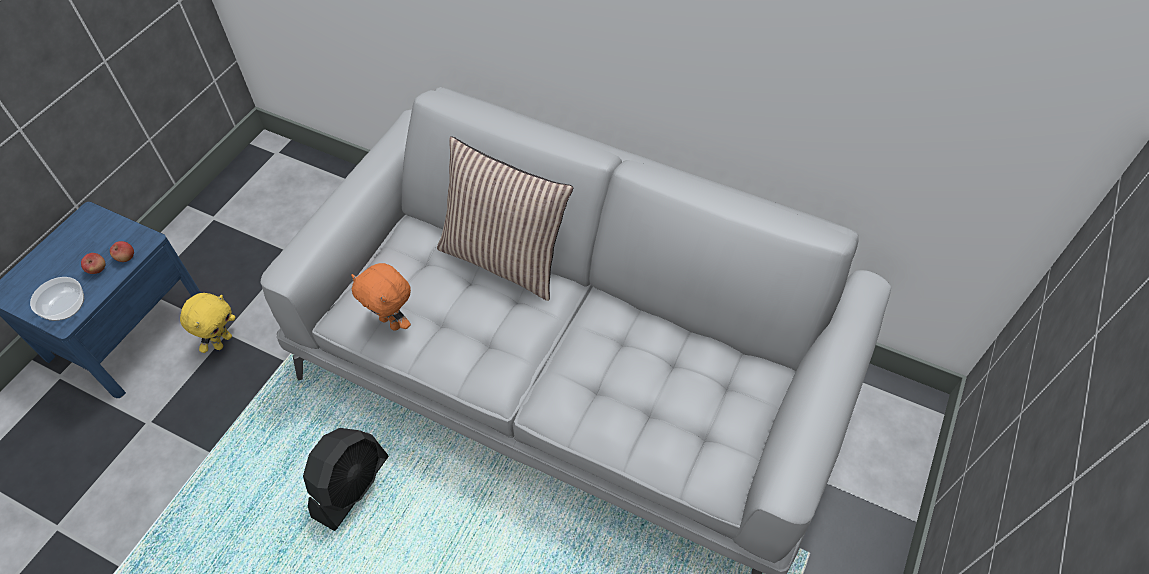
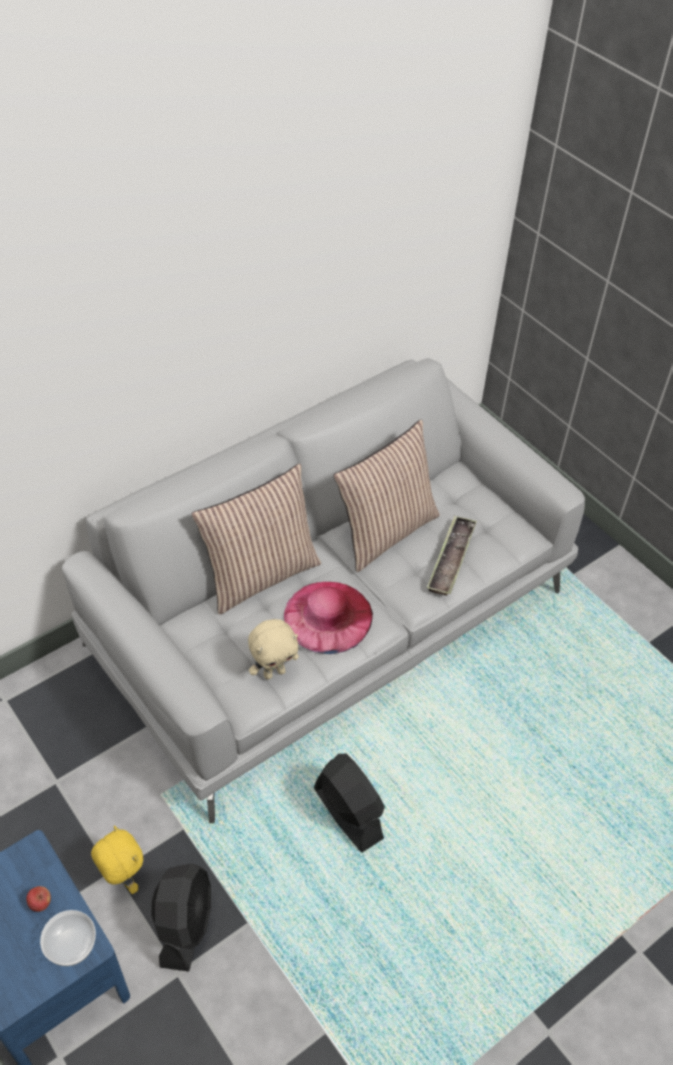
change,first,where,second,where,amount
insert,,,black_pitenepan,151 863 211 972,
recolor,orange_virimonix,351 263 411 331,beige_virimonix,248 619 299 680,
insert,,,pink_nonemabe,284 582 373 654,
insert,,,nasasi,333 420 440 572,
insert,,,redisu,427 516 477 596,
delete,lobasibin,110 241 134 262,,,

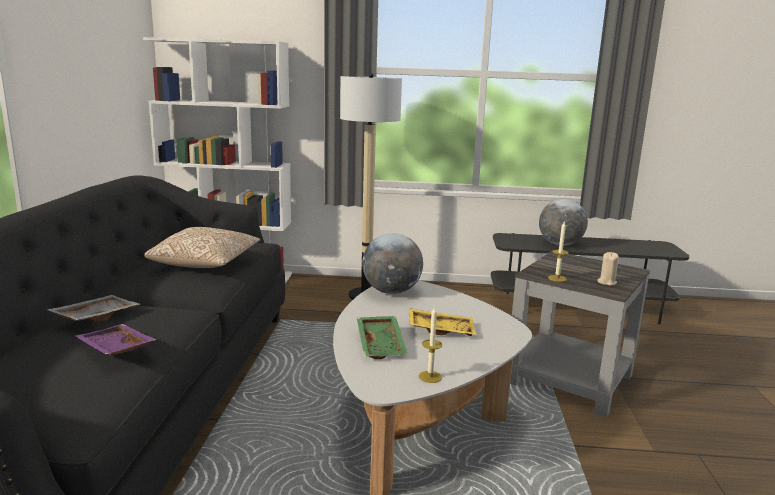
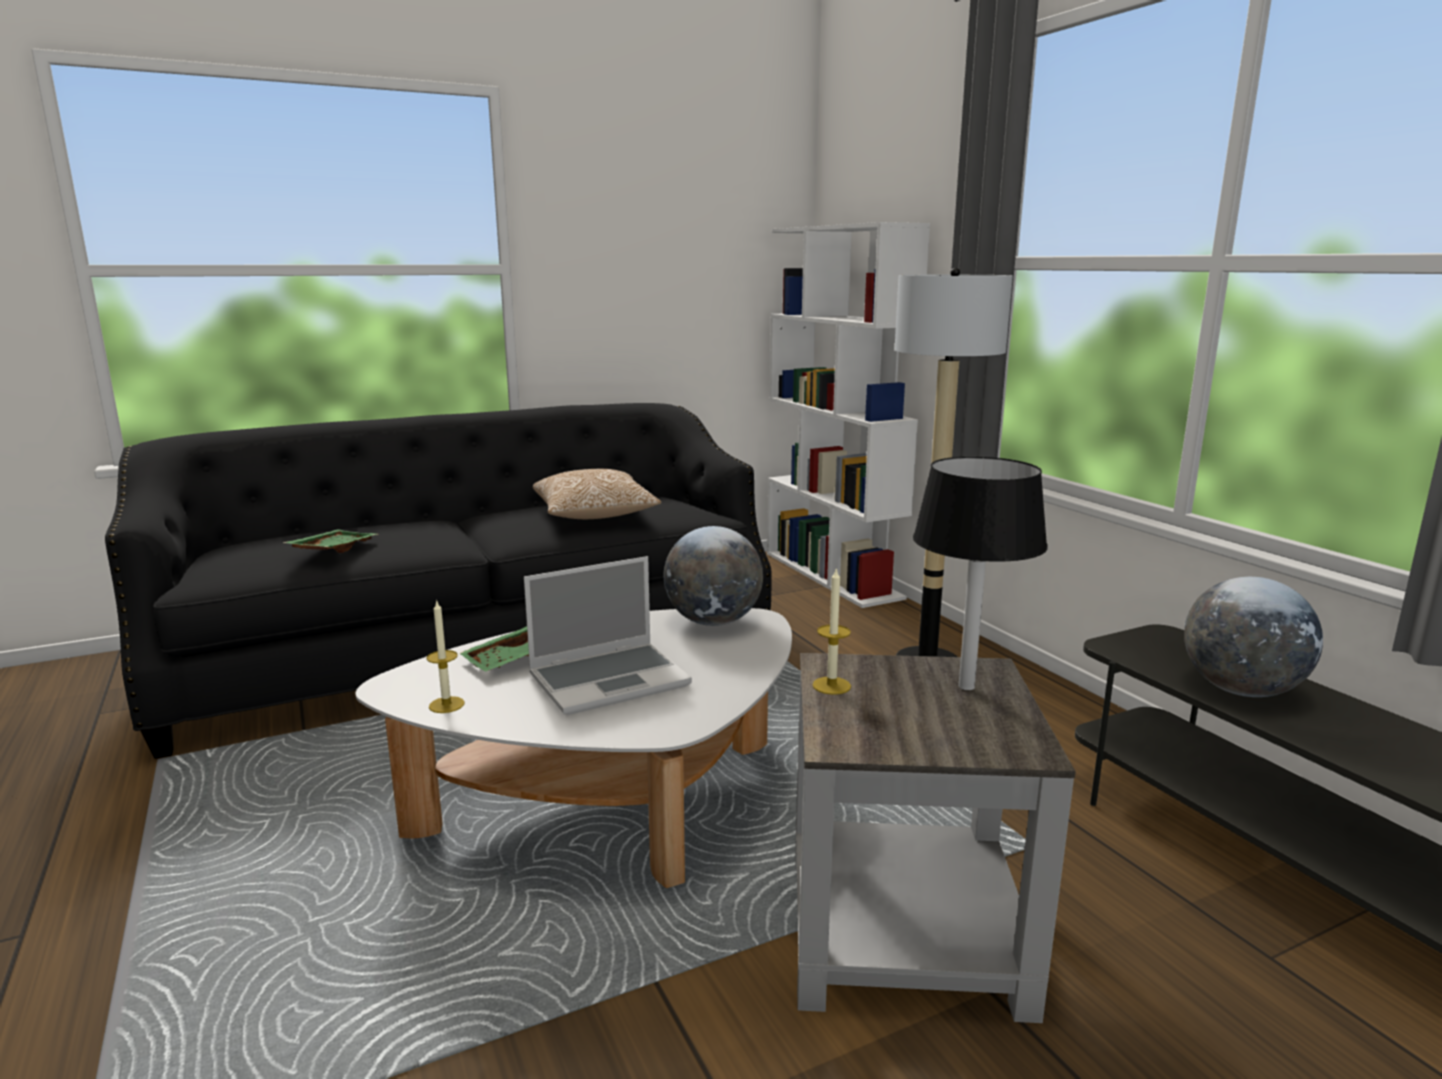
change,first,where,second,where,amount
recolor,purple_redisu,75 324 157 356,green_redisu,283 529 377 553,
replace,yellow_redisu,409 308 477 336,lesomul,524 556 692 715,
insert,,,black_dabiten,913 457 1048 690,
delete,grey_redisu,47 295 140 322,,,
delete,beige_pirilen,597 252 619 286,,,

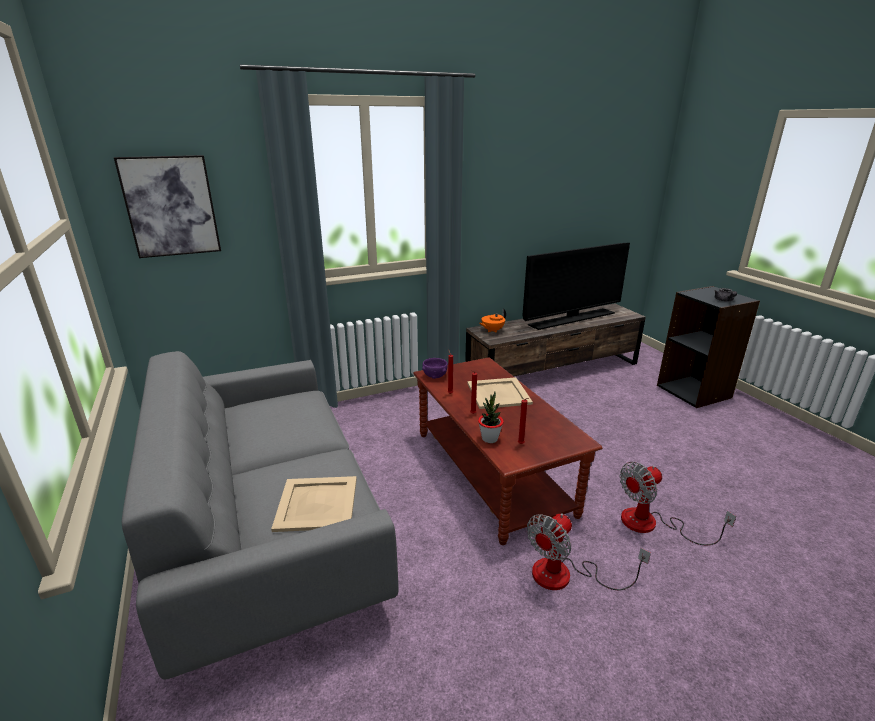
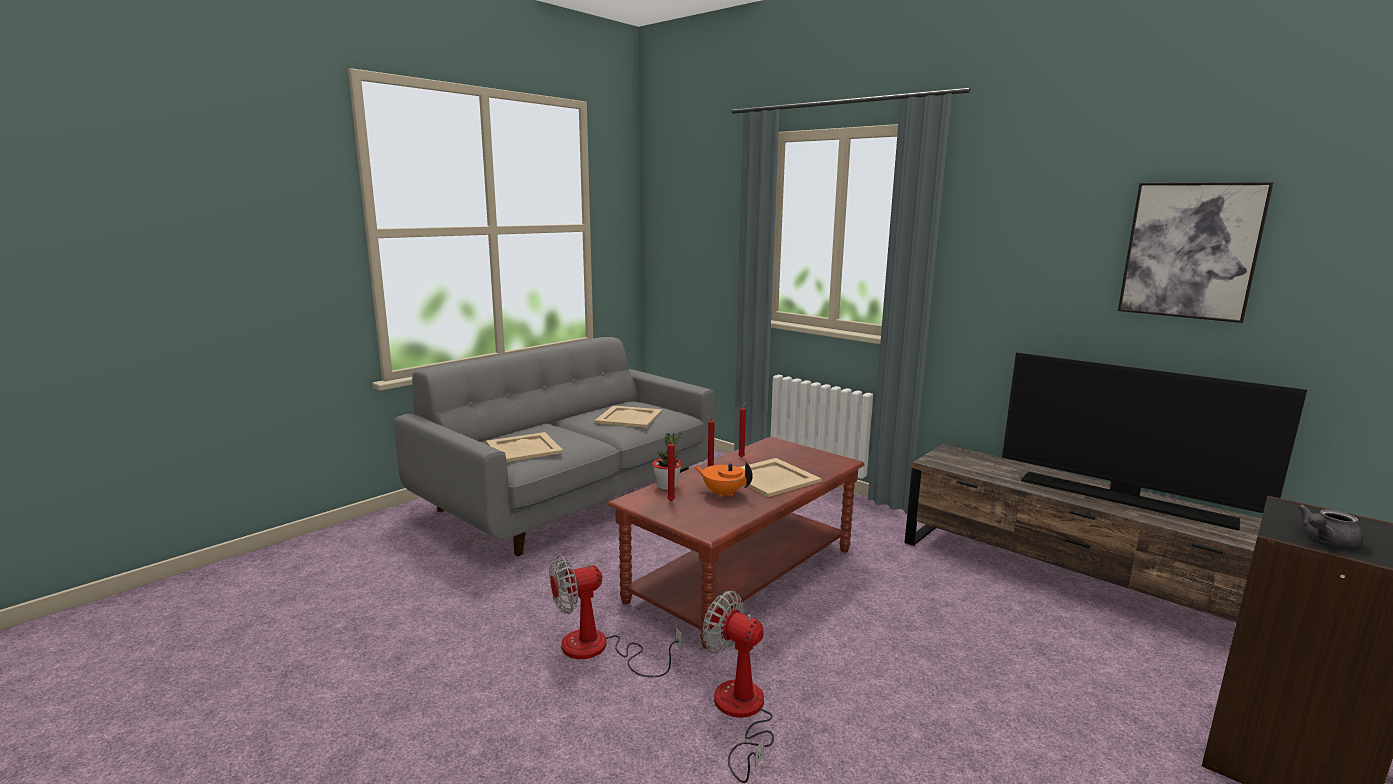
change,first,where,second,where,amount
rotate,pitenepan,527 513 651 590,,549 556 682 677,45 degrees counterclockwise
insert,,,beige_redisu,594 406 662 428,
move,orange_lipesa,479 309 506 333,,694 462 753 498,
move,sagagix,114 155 221 258,,1118 182 1274 323,
delete,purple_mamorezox,422 358 448 379,,,

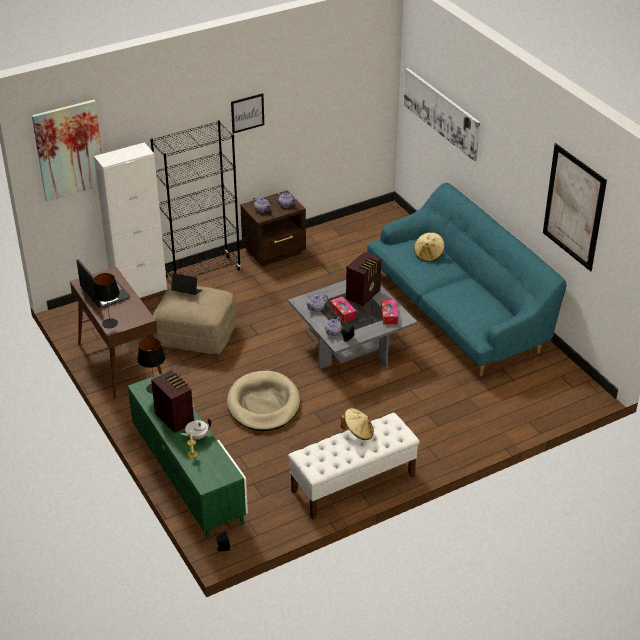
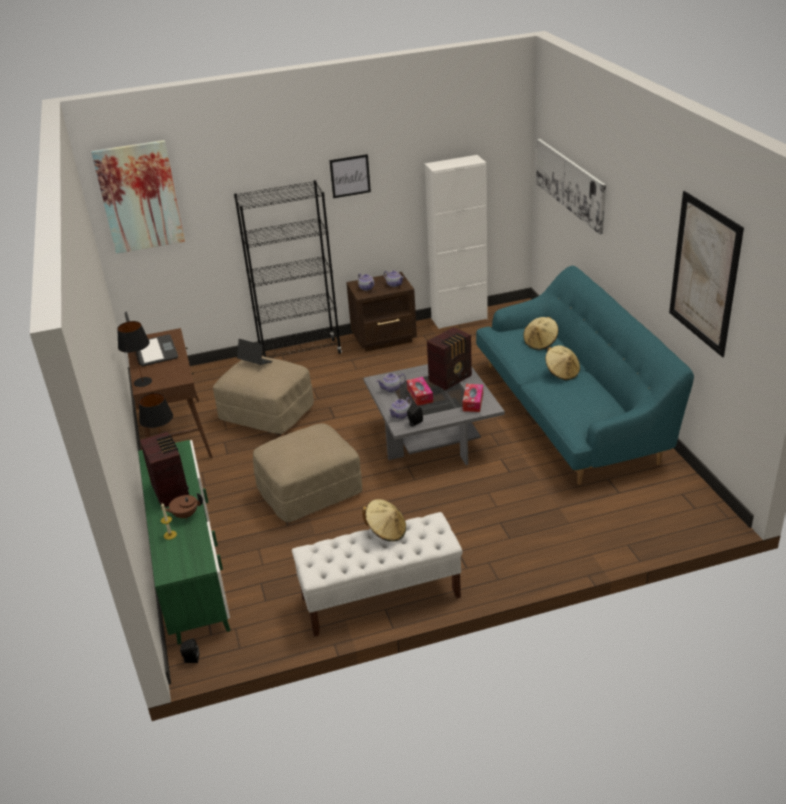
change,first,where,second,where,amount
recolor,white_lipesa,180 418 211 440,brown_lipesa,161 492 203 519,
replace,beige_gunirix,227 371 300 431,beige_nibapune,253 423 363 522,
move,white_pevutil,94 142 167 298,,425 155 488 329,
insert,,,beige_nonemabe,545 345 580 380,

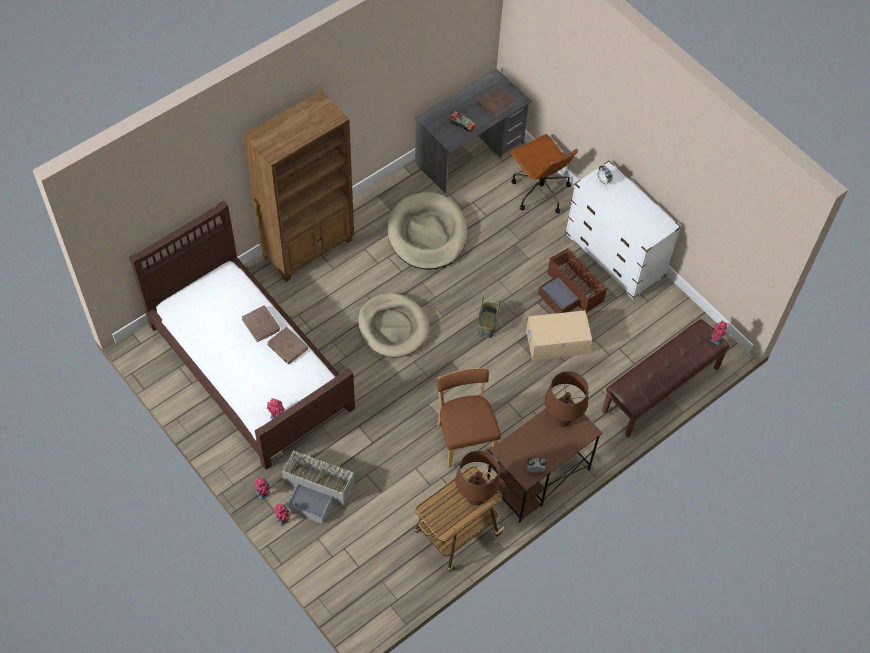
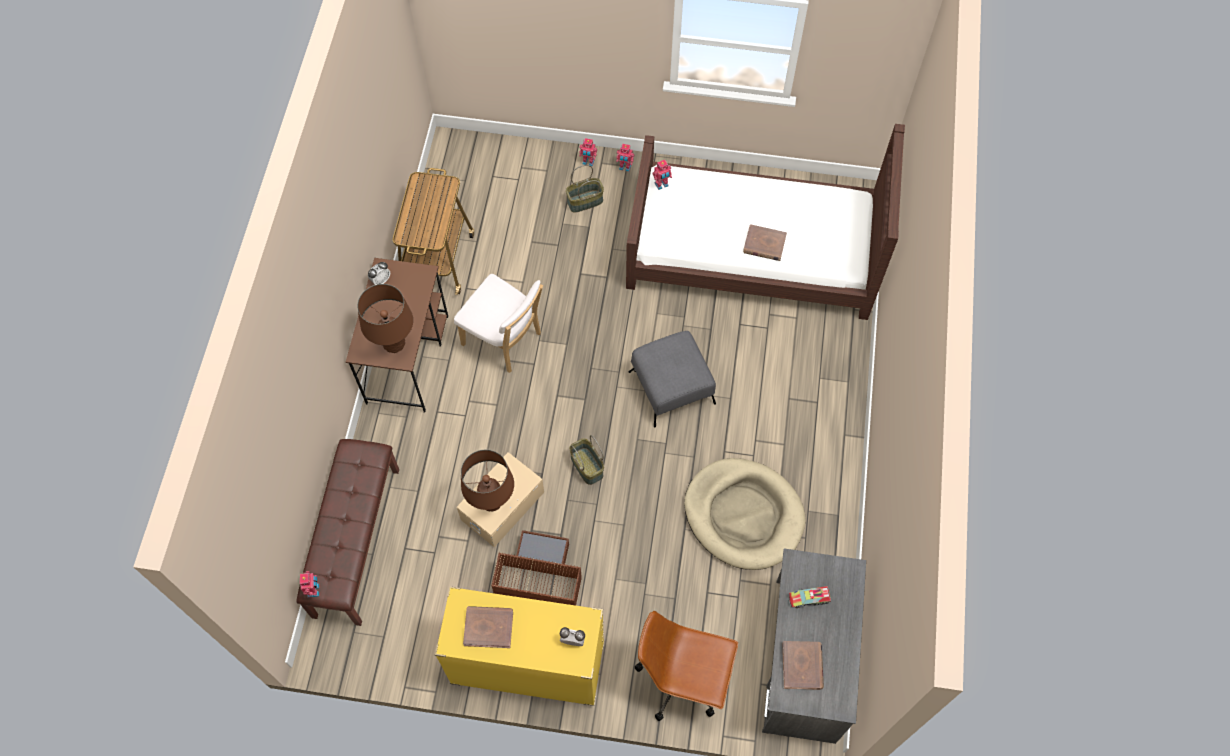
change,first,where,second,where,amount
recolor,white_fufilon,566 161 681 299,yellow_fufilon,435 586 604 706,
recolor,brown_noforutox,437 367 501 468,white_noforutox,454 274 543 373,
move,brown_dabiten,455 450 500 505,,461 450 514 511,
move,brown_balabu,267 327 308 364,,463 606 513 648,
replace,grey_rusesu,282 450 354 524,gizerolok,566 165 604 212,
replace,beige_gunirix,358 293 429 357,grey_nibapune,628 331 716 427,
delete,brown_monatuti,243 90 354 282,,,

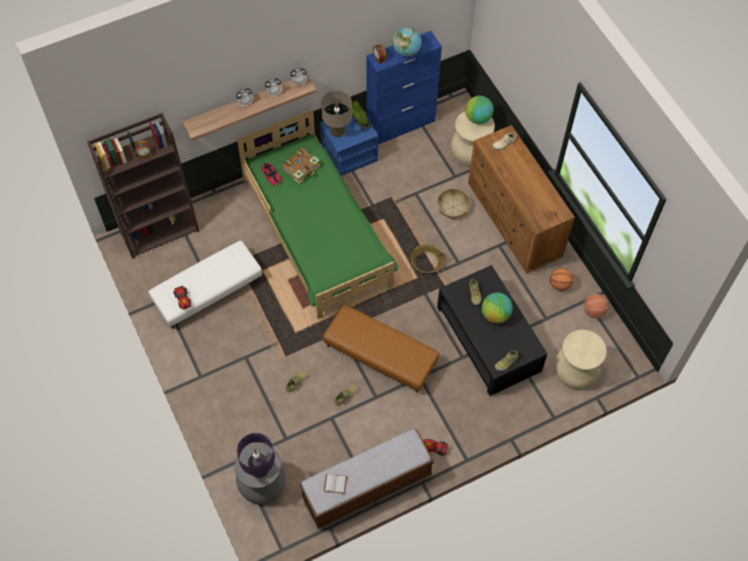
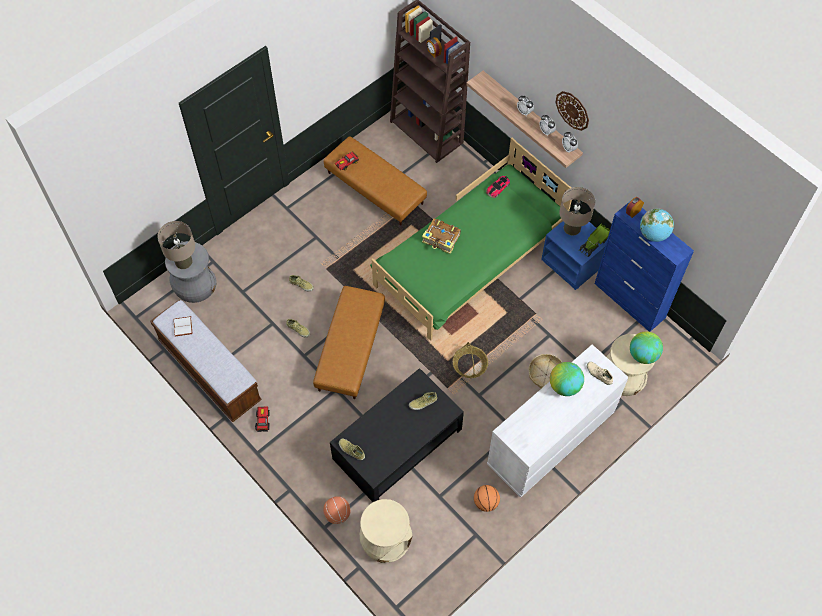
change,first,where,second,where,amount
recolor,purple_dabiten,237 433 275 478,beige_dabiten,157 221 195 269,
move,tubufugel,584 294 608 318,,323 496 350 524,
recolor,white_nibapune,148 240 262 329,brown_nibapune,324 136 427 226,
move,balabu,282 148 320 184,,422 219 461 254,
recolor,brown_fufilon,468 125 575 274,white_fufilon,487 344 628 498,
move,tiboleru,482 293 513 323,,550 362 584 396,
insert,,,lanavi,555 91 589 131,

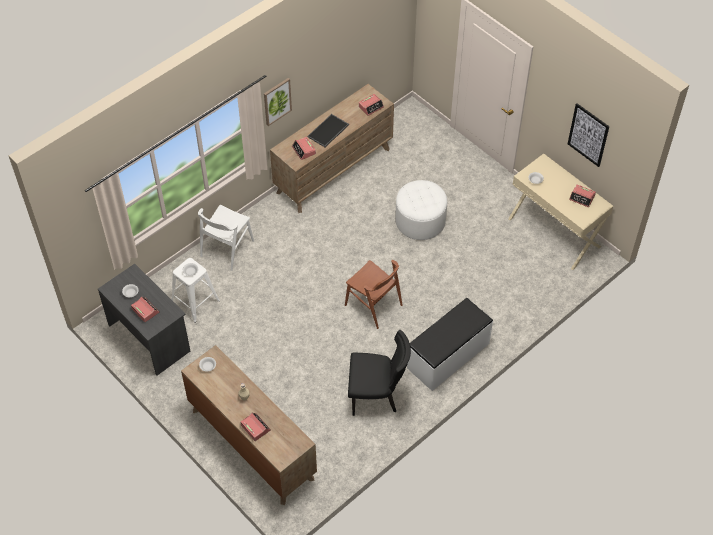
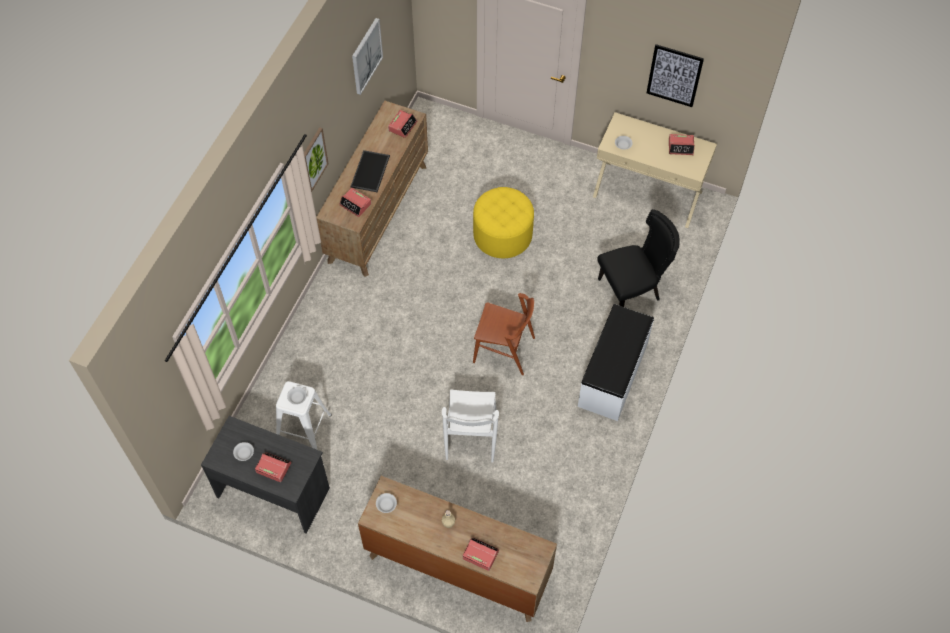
change,first,where,second,where,amount
insert,,,sagagix,352 18 383 95,
move,white_noforutox,198 205 254 271,,442 389 499 463,
recolor,white_nibapune,395 180 447 240,yellow_nibapune,473 187 534 258,
move,black_noforutox,348 330 411 416,,597 209 680 307,

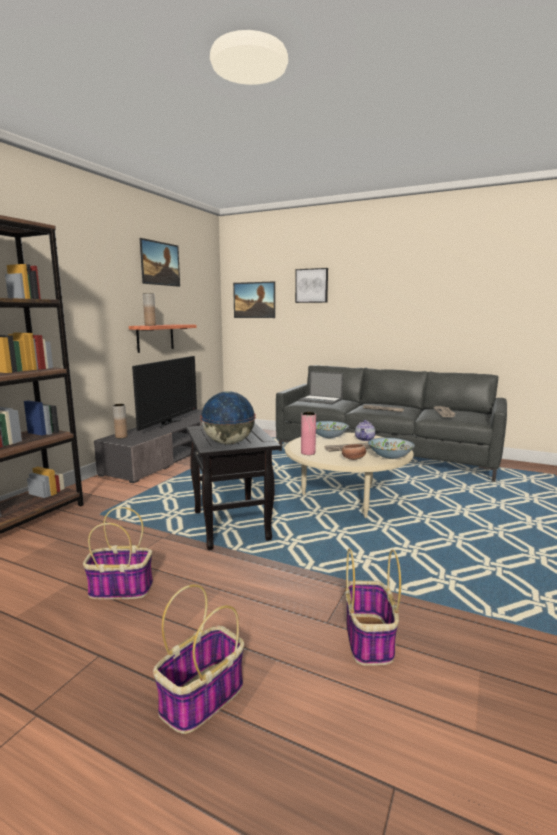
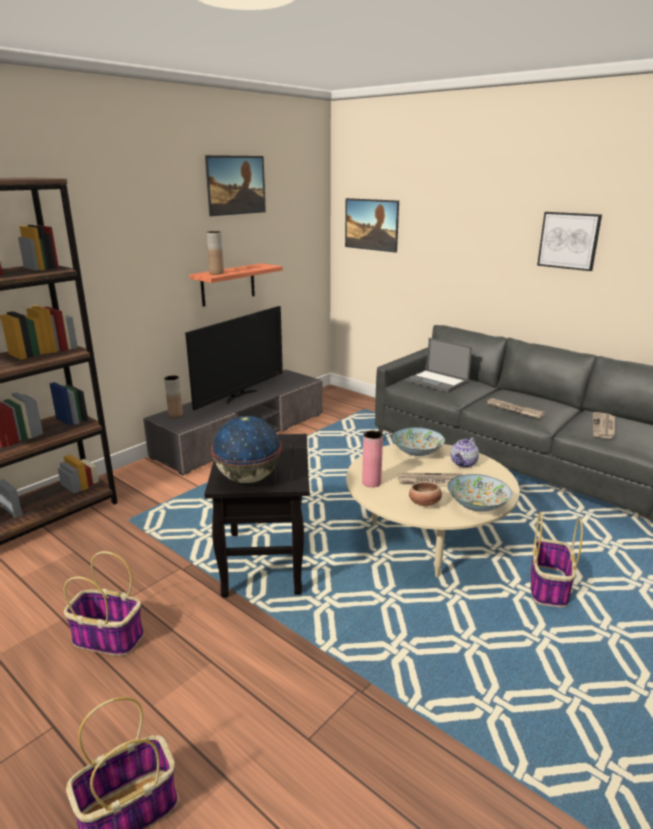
change,first,where,second,where,amount
move,gizerolok,345 548 401 666,,531 512 583 607,
move,sagagix,295 268 328 303,,537 212 602 271,

